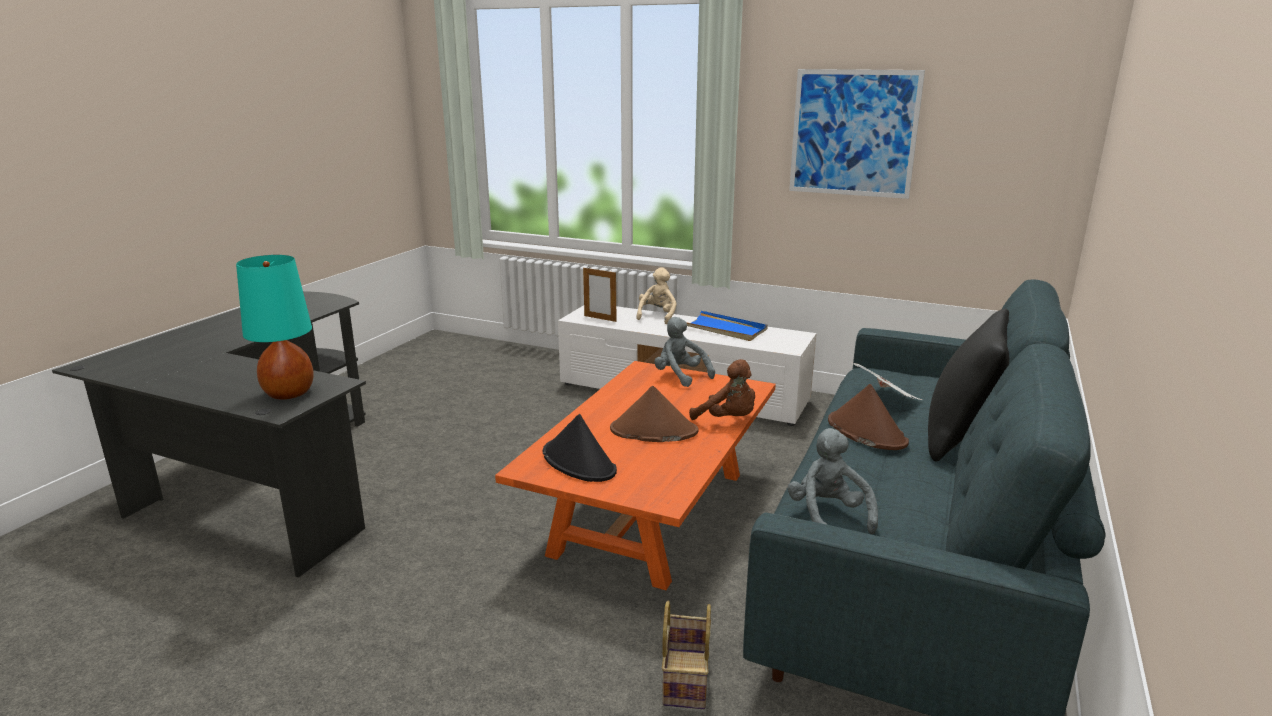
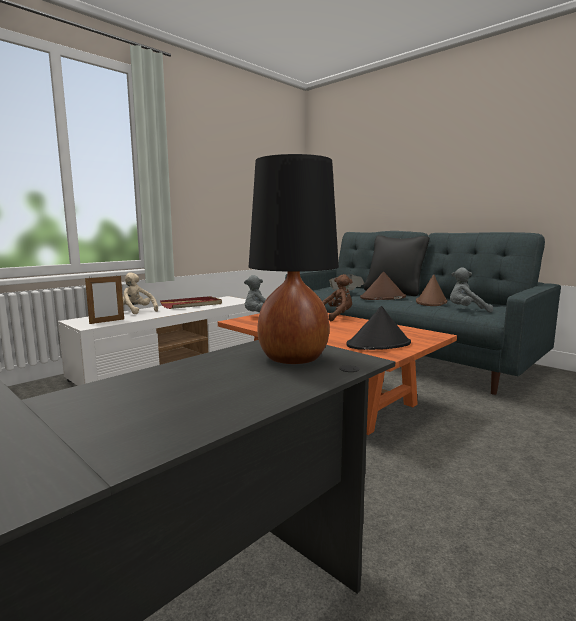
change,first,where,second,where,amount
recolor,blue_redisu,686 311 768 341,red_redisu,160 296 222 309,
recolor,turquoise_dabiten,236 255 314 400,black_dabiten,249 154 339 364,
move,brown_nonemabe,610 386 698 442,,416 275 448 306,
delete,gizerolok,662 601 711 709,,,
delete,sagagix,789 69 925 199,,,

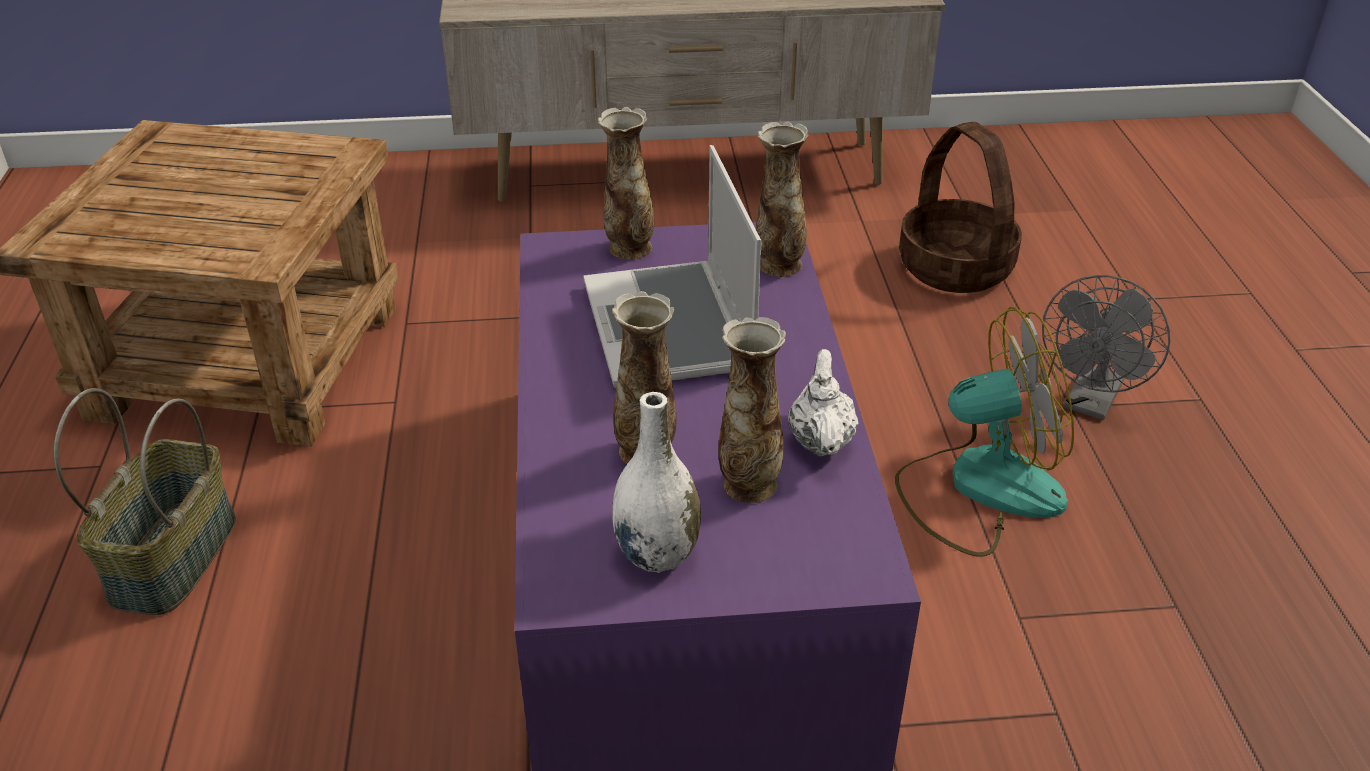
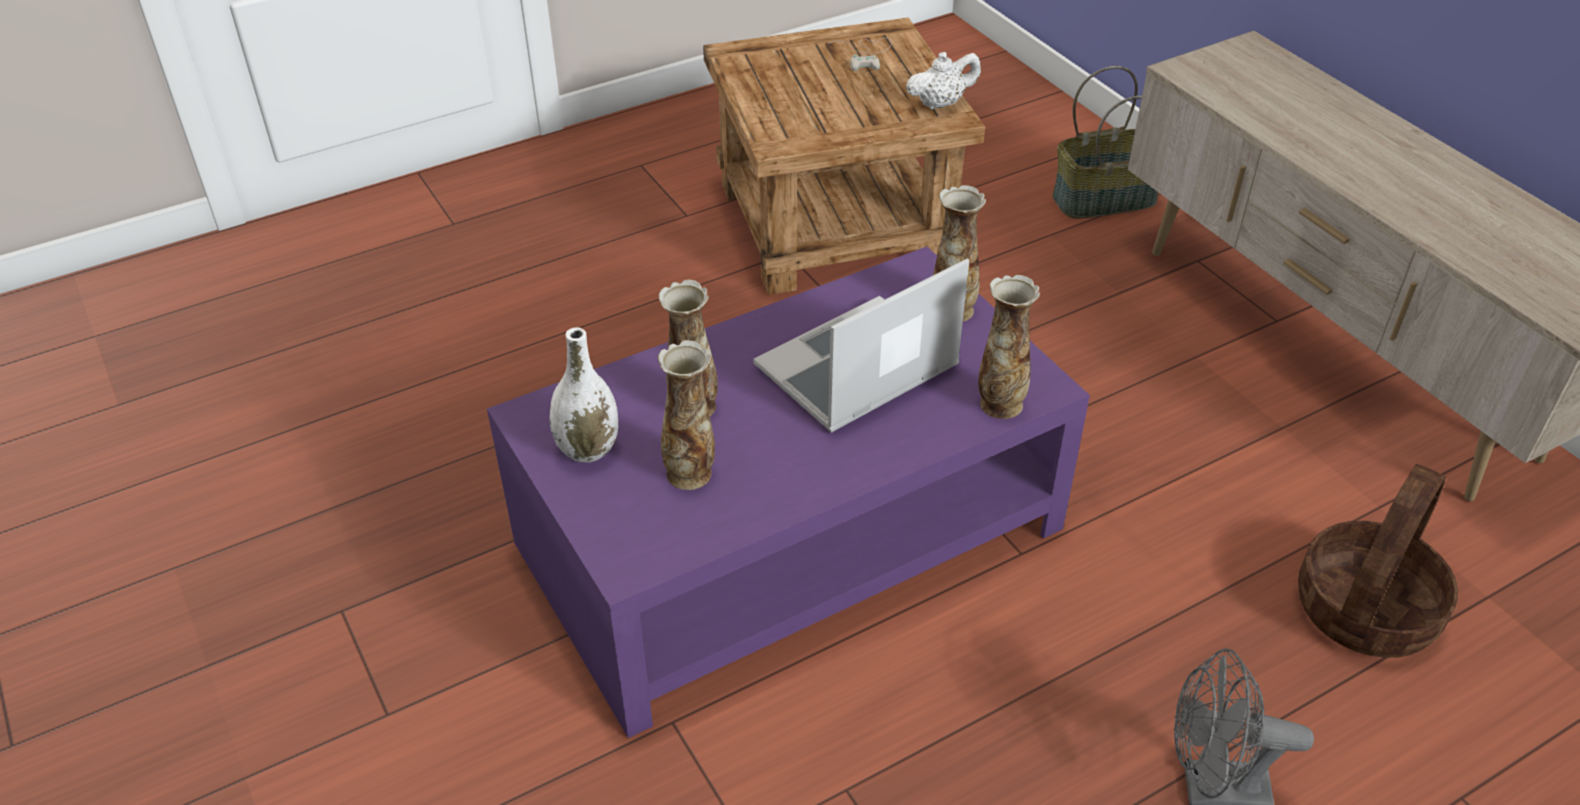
change,first,where,second,where,amount
insert,,,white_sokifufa,828 38 892 71,
move,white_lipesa,788 349 859 456,,906 52 981 109,
move,gizerolok,54 388 236 615,,1052 66 1158 219,
delete,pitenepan,895 307 1074 557,,,

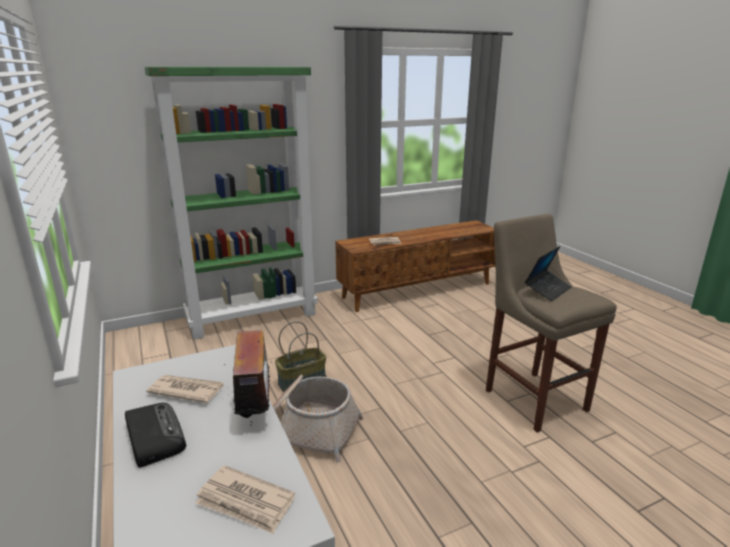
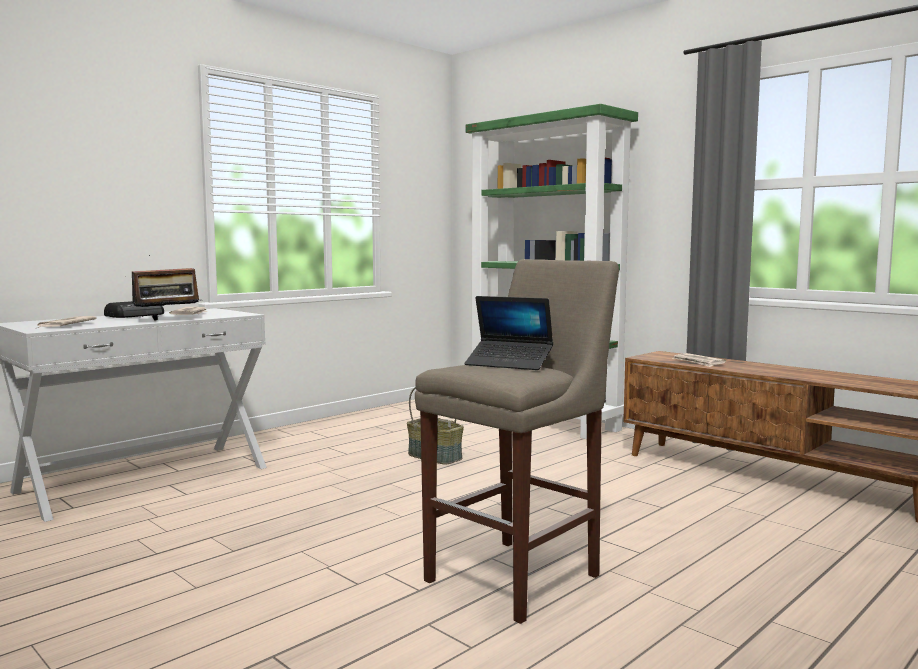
change,first,where,second,where,amount
delete,gizerolok,273 374 363 463,,,

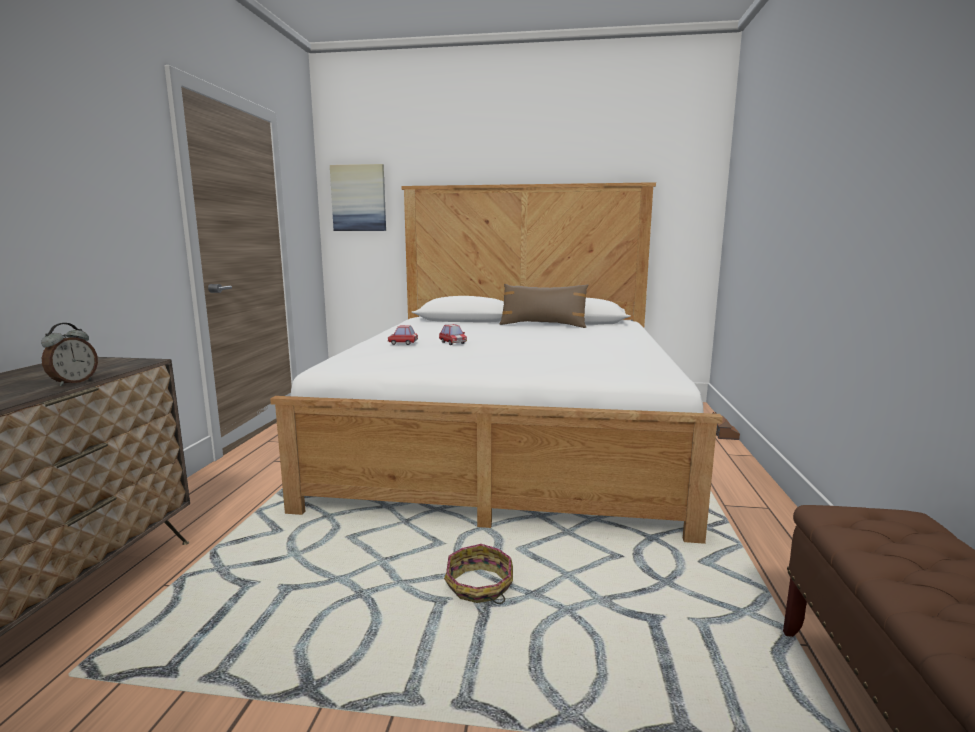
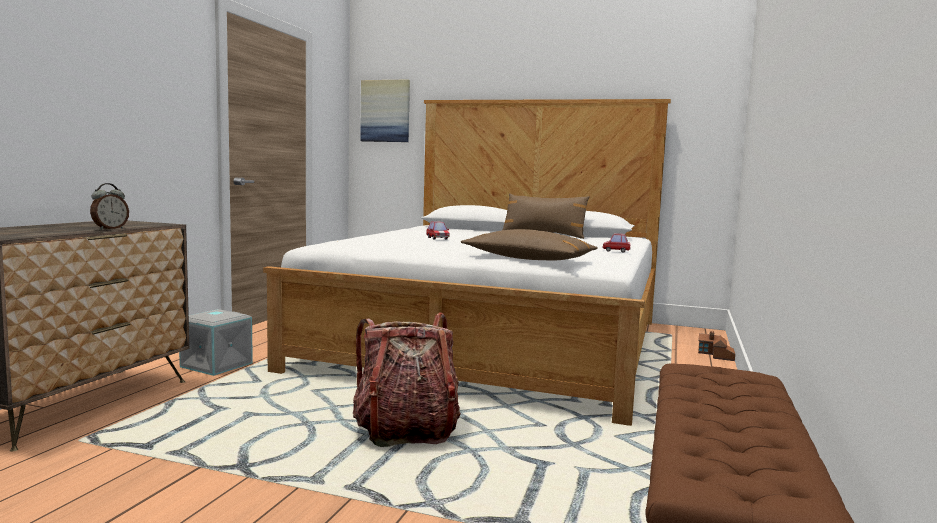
change,first,where,second,where,amount
insert,,,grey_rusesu,179 309 253 376,
replace,gizerolok,444 544 513 604,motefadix,353 312 461 447,
insert,,,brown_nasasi,461 229 598 260,
move,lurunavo,388 325 418 345,,603 233 631 253,

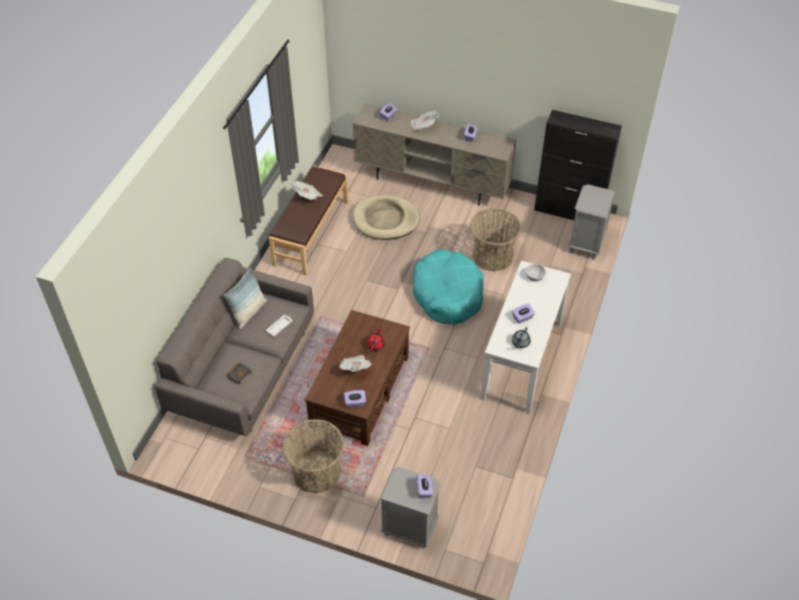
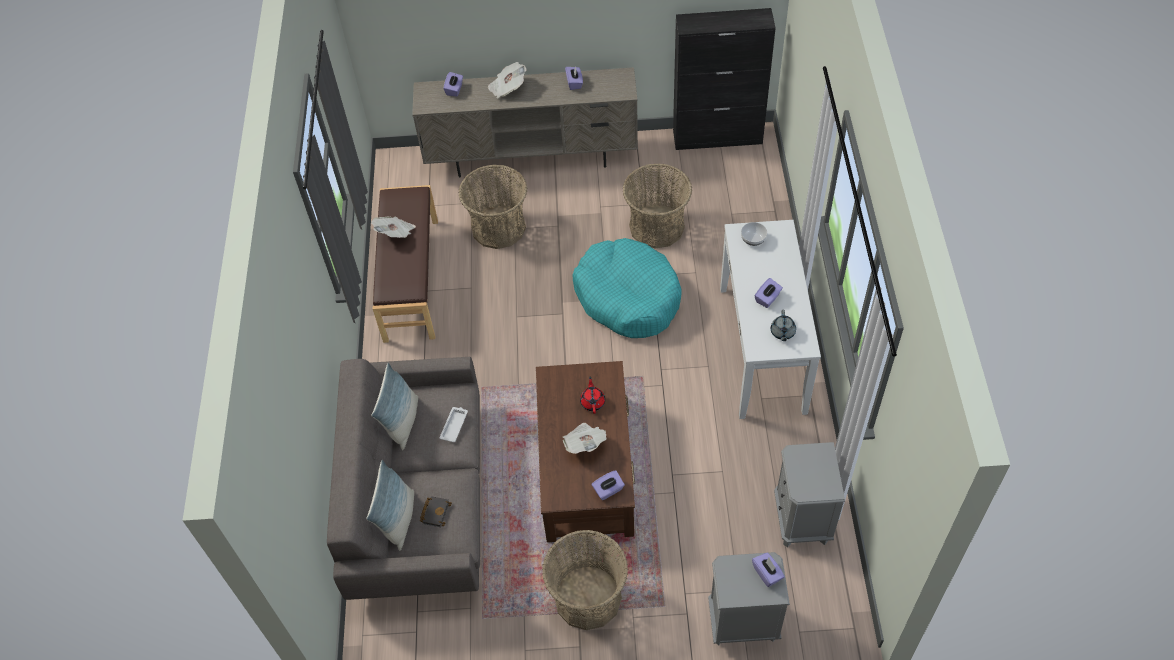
change,first,where,second,where,amount
insert,,,nasasi,366 460 414 551,
replace,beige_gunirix,352 195 420 240,gizerolok,458 165 527 249,
move,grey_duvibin,568 184 615 259,,774 442 845 548,

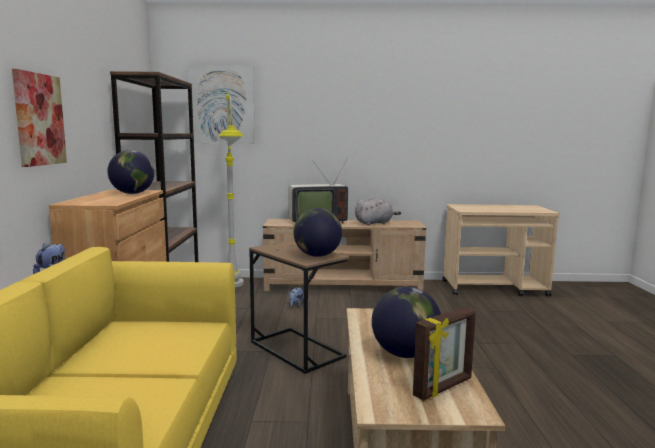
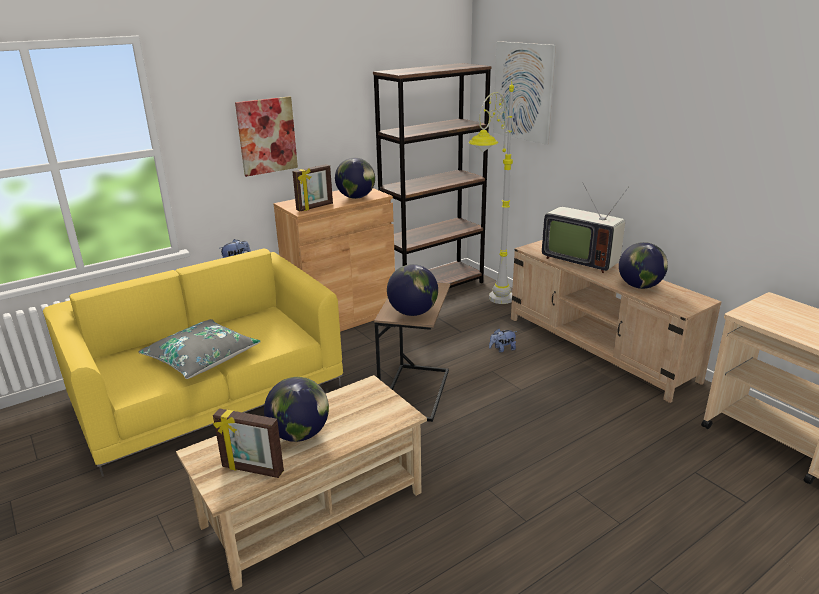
change,first,where,second,where,amount
insert,,,grey_nasasi,138 319 261 379,
insert,,,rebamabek,292 164 333 211,
replace,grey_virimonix,355 197 401 226,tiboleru,619 242 668 289,

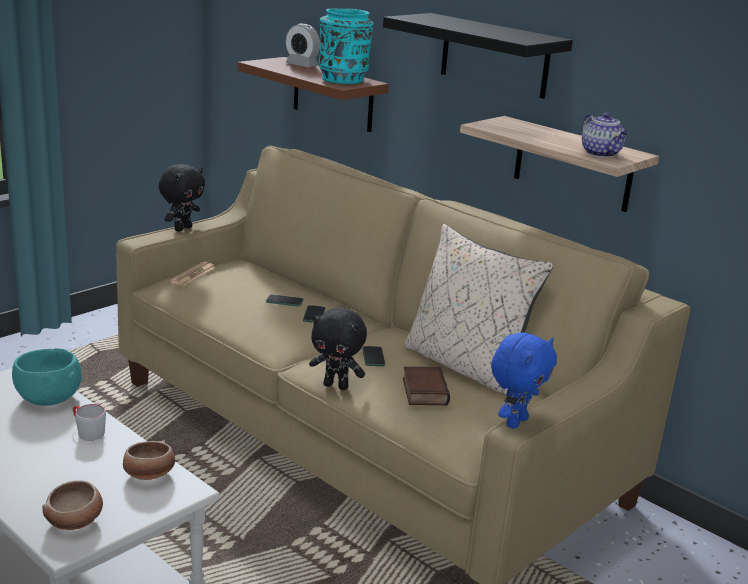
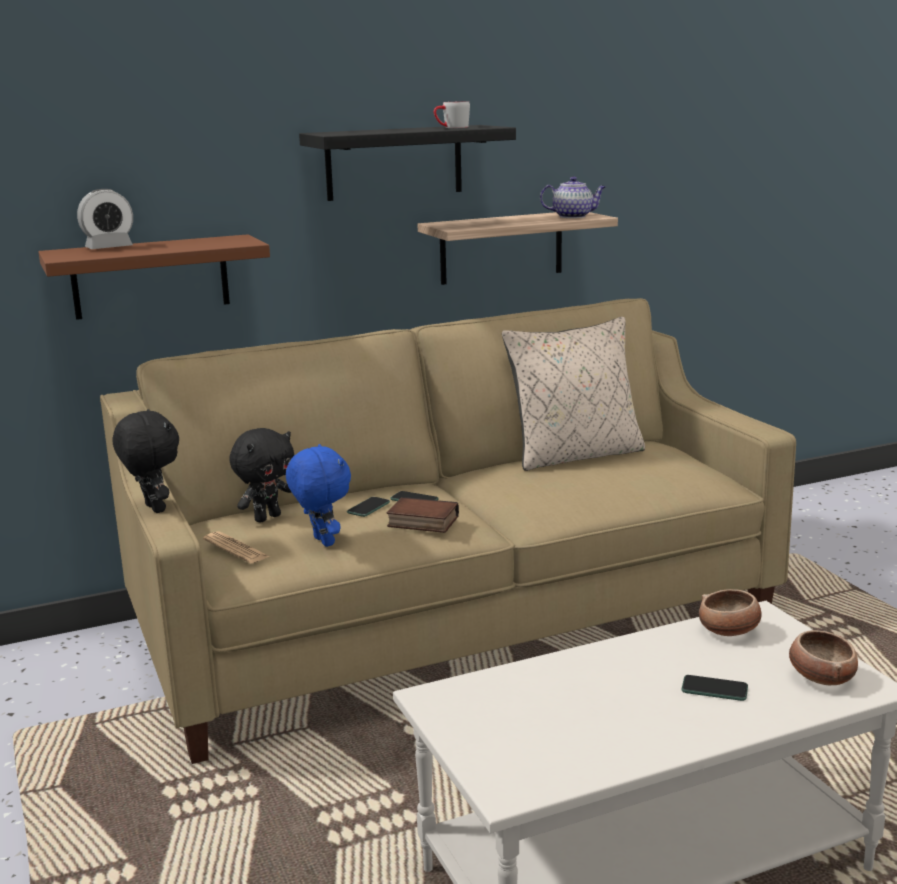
change,first,where,second,where,amount
move,black_virimonix,309 308 367 390,,229 428 294 523,
move,blue_virimonix,491 332 557 429,,286 444 351 547,
move,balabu,403 367 450 405,,387 497 459 533,
move,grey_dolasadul,73 404 106 441,,434 101 470 128,
move,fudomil,362 346 385 366,,682 675 748 701,
delete,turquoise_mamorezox,12 348 82 406,,,
delete,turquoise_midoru,319 8 374 84,,,

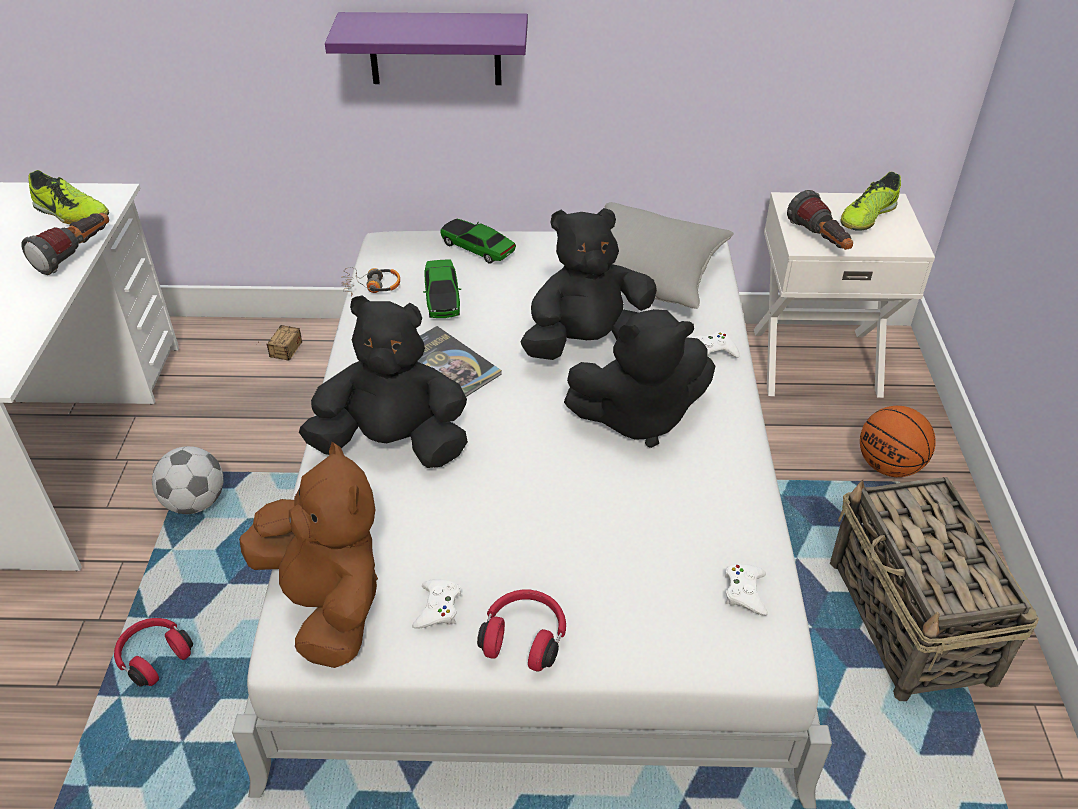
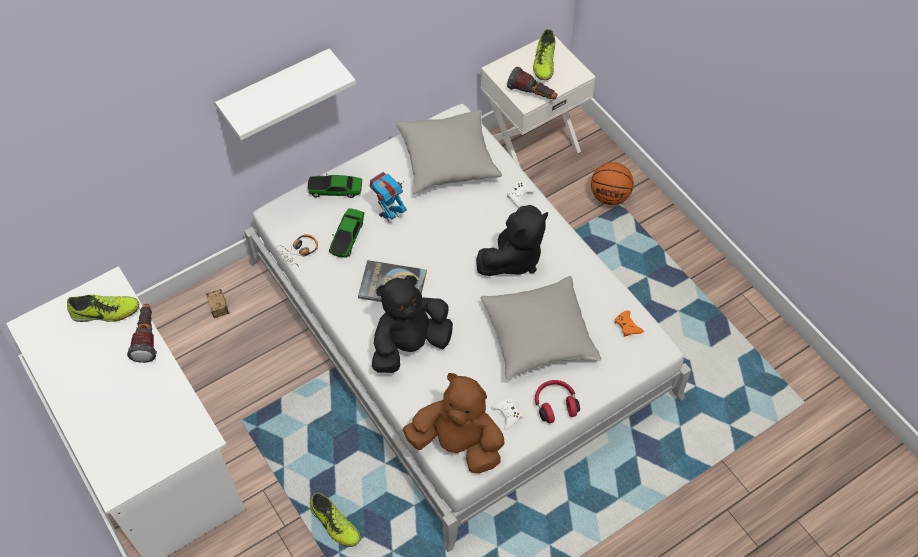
change,first,where,second,where,amount
recolor,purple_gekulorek,325 12 528 85,white_gekulorek,215 48 356 140,
replace,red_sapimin,114 618 193 687,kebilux,310 492 361 547,
rotate,lurunavo,423 259 461 318,,329 208 365 258,60 degrees clockwise
insert,,,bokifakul,369 172 407 223,
insert,,,grey_nasasi,481 276 601 380,
recolor,white_sokifufa,725 564 768 616,orange_sokifufa,614 311 644 337,
delete,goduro,152 446 224 514,,,
delete,black_virimonix,521 208 657 360,,,
delete,gizerolok,830 477 1039 701,,,

